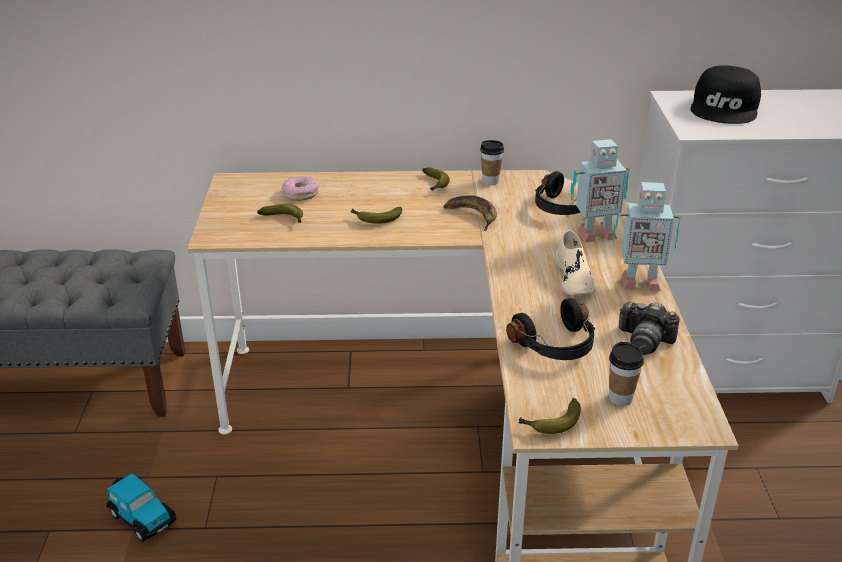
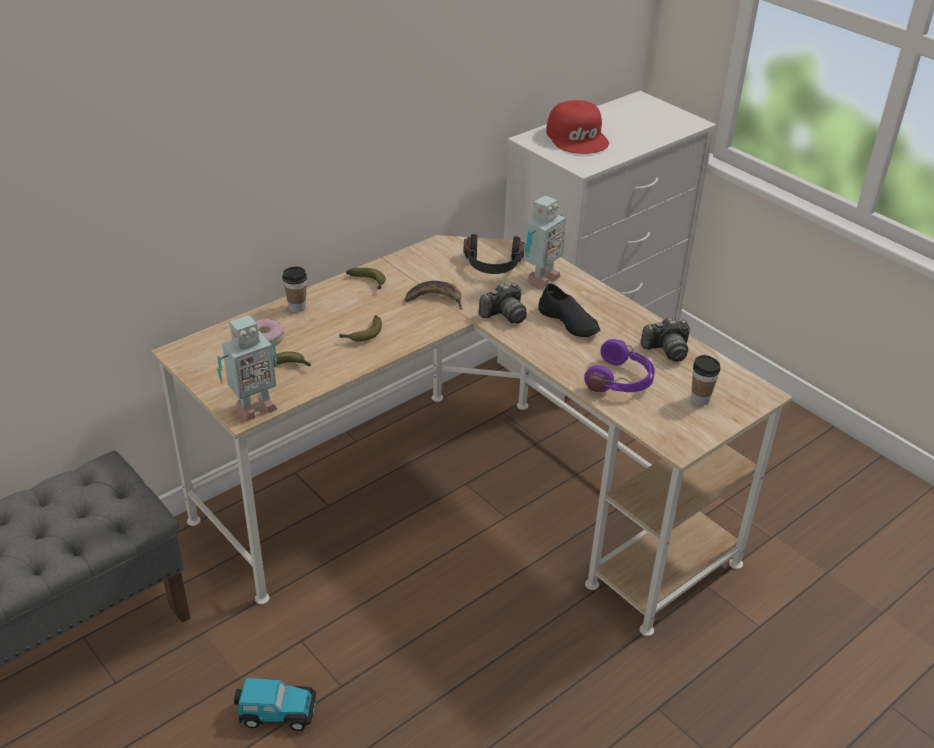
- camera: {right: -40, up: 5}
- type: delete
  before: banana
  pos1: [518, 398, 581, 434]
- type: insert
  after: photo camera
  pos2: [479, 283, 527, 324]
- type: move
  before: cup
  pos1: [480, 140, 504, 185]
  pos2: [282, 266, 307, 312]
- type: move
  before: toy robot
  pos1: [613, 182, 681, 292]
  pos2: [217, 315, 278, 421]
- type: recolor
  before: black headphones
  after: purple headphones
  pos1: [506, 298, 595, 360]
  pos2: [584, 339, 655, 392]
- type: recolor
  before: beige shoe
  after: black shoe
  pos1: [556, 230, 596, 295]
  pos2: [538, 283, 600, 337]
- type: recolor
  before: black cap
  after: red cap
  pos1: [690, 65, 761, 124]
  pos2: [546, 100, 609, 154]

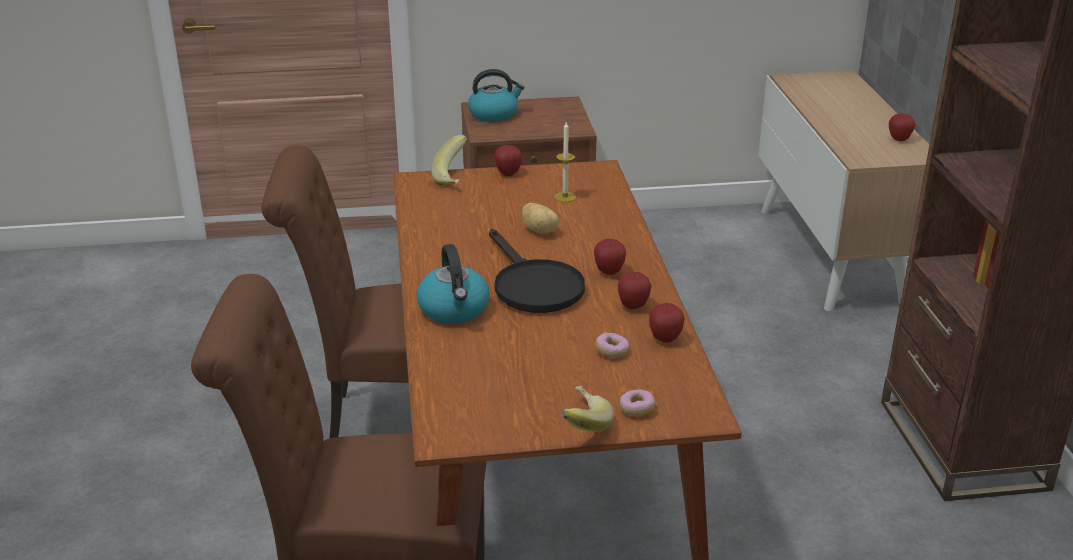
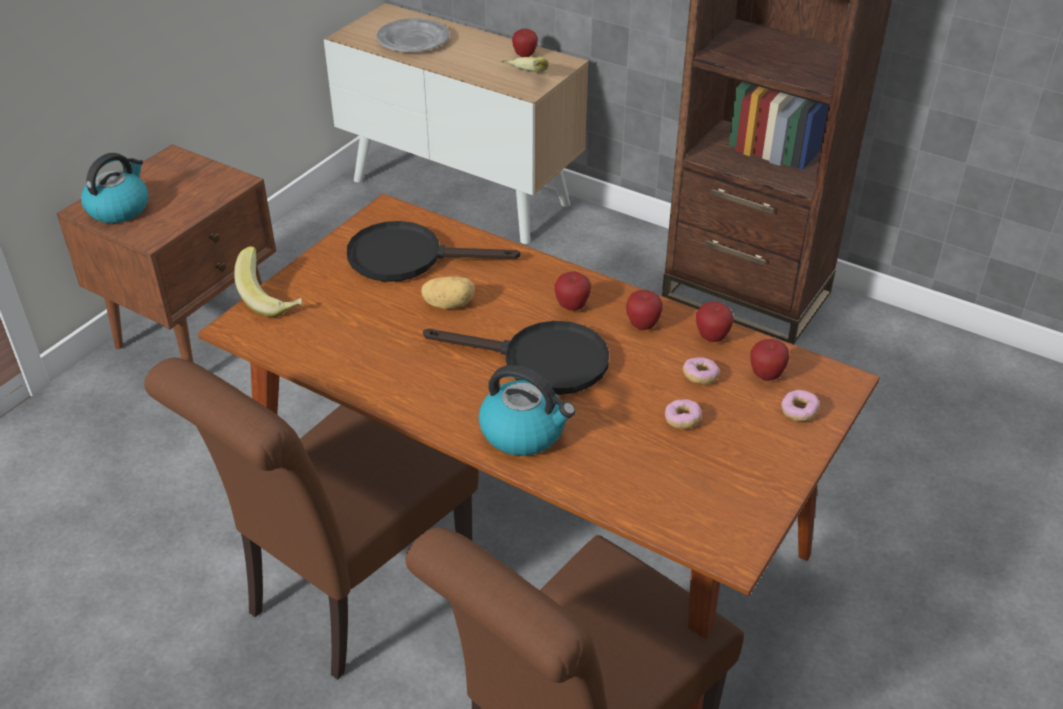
- camera: {right: -50, up: 10}
- type: insert
  after: grey plate
  pos2: [376, 18, 450, 52]
- type: insert
  after: donut
  pos2: [665, 399, 702, 429]
- type: move
  before: apple
  pos1: [494, 145, 522, 176]
  pos2: [750, 339, 790, 381]
- type: move
  before: banana
  pos1: [562, 386, 614, 432]
  pos2: [500, 57, 549, 72]
- type: replace
  before: candle
  after: black frying pan
  pos1: [554, 122, 576, 202]
  pos2: [347, 221, 520, 282]

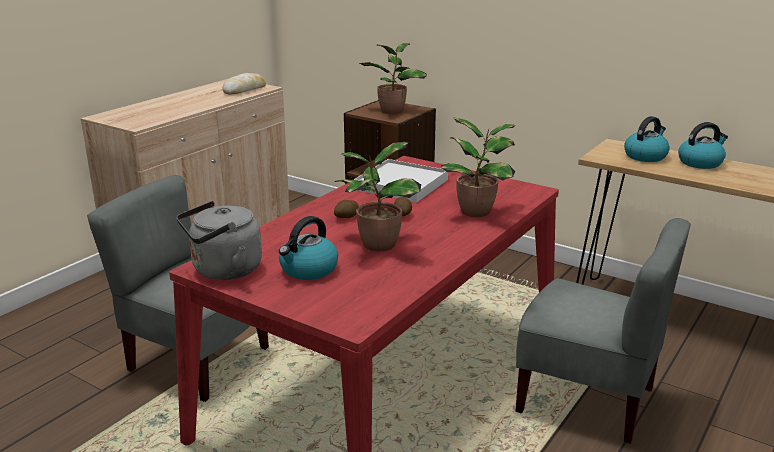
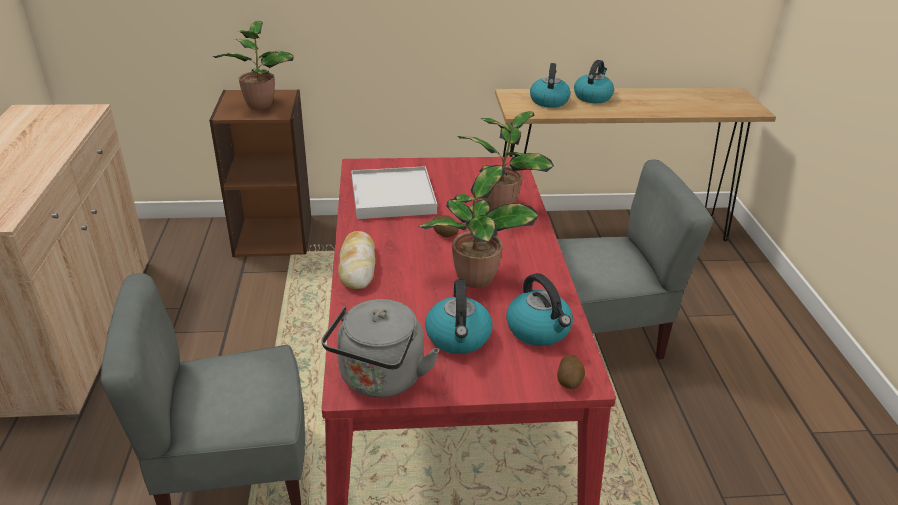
- camera: {right: -40, up: 10}
- type: insert
  after: kettle
  pos2: [506, 273, 573, 346]
- type: move
  before: bread
  pos1: [222, 73, 266, 94]
  pos2: [338, 231, 375, 290]
- type: move
  before: potato
  pos1: [334, 200, 359, 218]
  pos2: [557, 355, 585, 389]

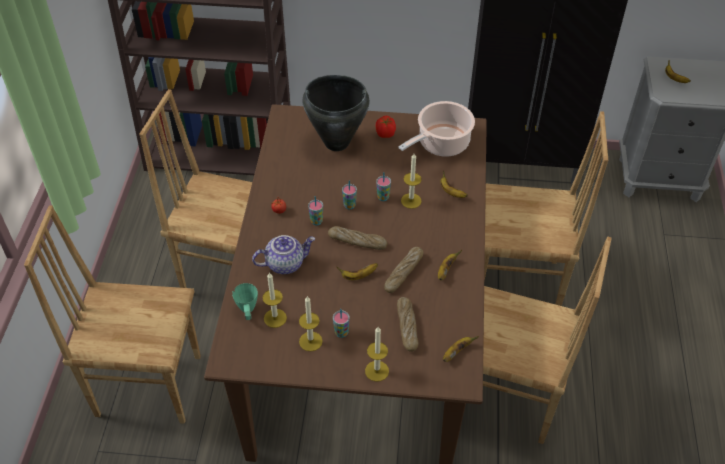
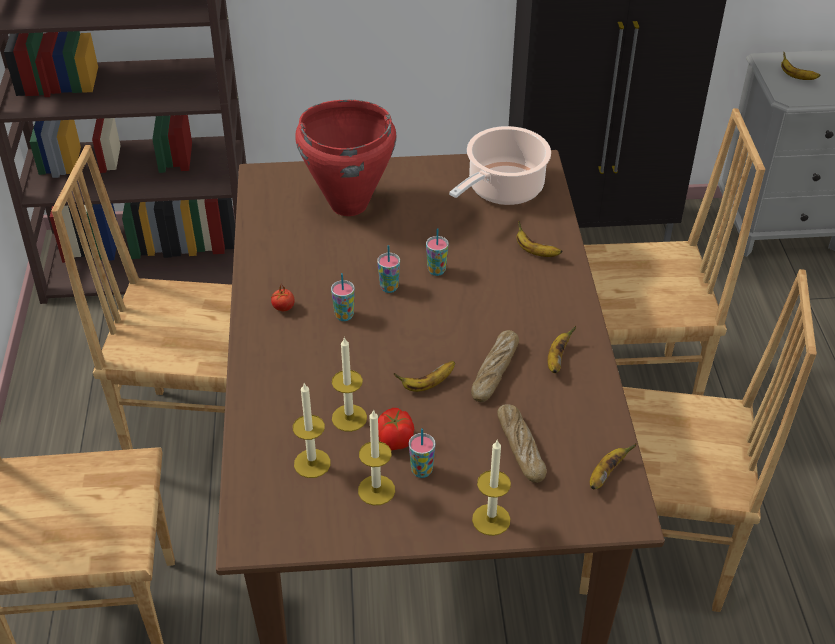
- camera: {right: -10, up: -5}
- type: delete
  before: green mug
  pos1: [232, 283, 258, 320]
- type: delete
  before: teapot
  pos1: [252, 235, 315, 274]
- type: delete
  before: bread
  pos1: [328, 226, 387, 250]
- type: move
  before: tomato
  pos1: [376, 116, 396, 138]
  pos2: [378, 408, 414, 450]
- type: move
  before: candle
  pos1: [401, 154, 422, 209]
  pos2: [332, 337, 367, 432]
- type: recolor
  before: black cooking pot
  after: red cooking pot
  pos1: [302, 75, 370, 151]
  pos2: [295, 100, 397, 216]

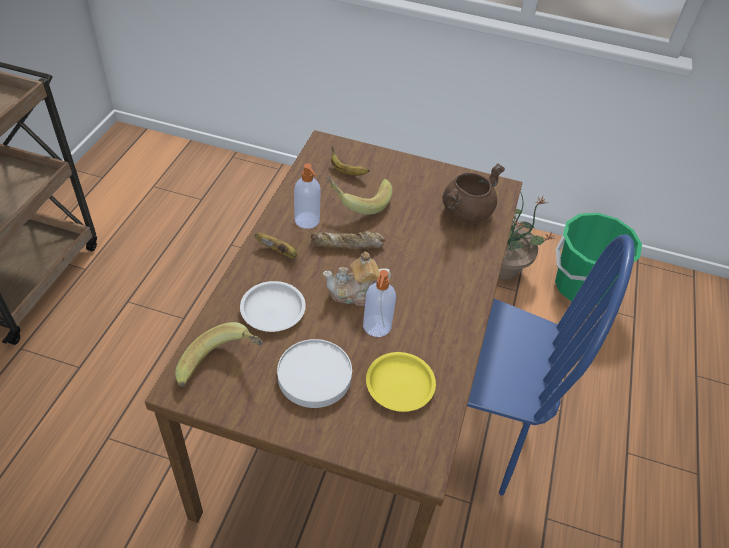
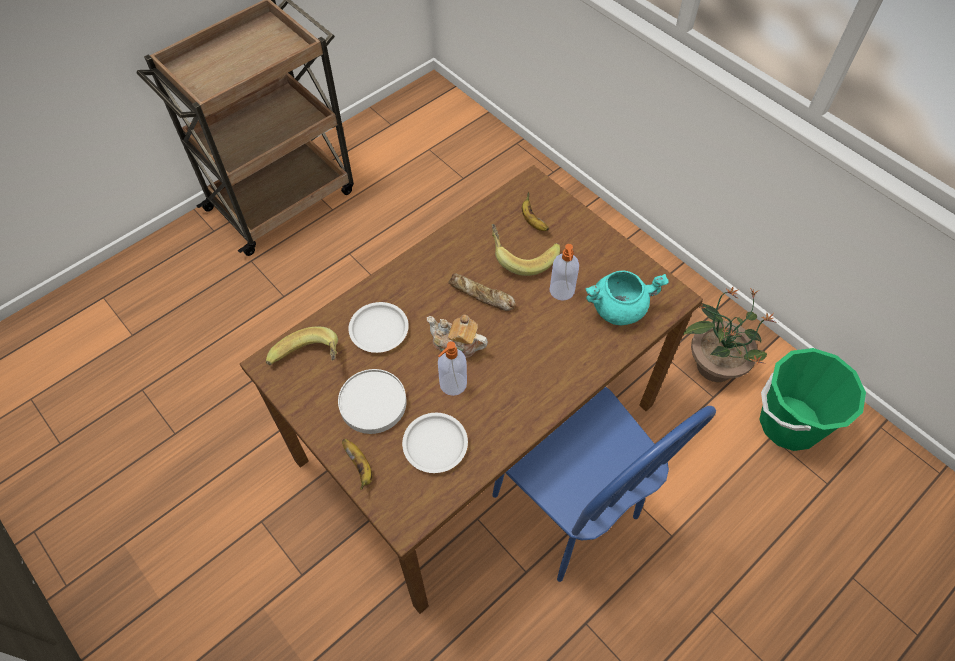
- camera: {right: 35, up: 10}
- type: move
  before: banana
  pos1: [255, 233, 297, 258]
  pos2: [342, 439, 373, 490]
- type: move
  before: soap dispenser
  pos1: [294, 163, 321, 229]
  pos2: [550, 244, 579, 301]
- type: recolor
  before: yellow plate
  after: white plate
  pos1: [366, 352, 436, 412]
  pos2: [402, 413, 468, 473]
- type: recolor
  before: brown cooking pot
  after: turquoise cooking pot
  pos1: [443, 164, 505, 223]
  pos2: [585, 271, 669, 325]

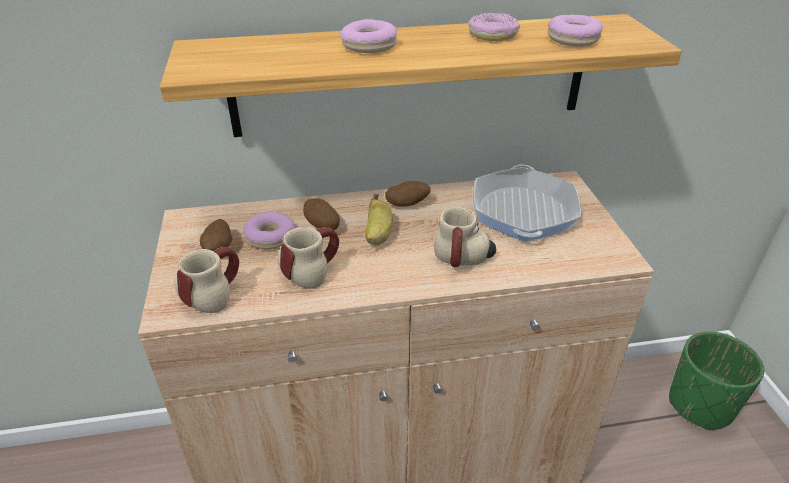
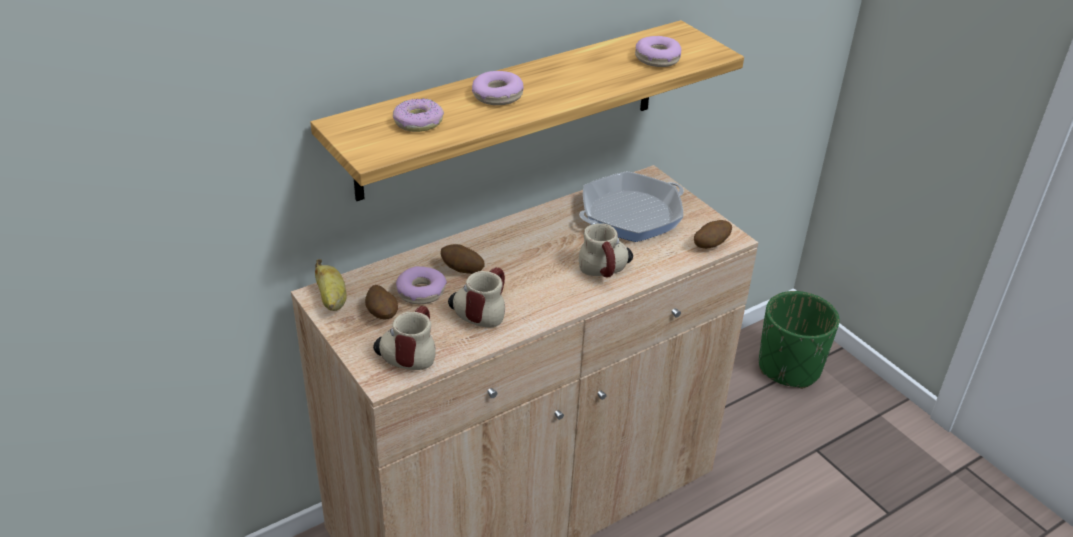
- camera: {right: -25, up: 0}
- type: move
  before: banana
  pos1: [365, 194, 393, 245]
  pos2: [315, 259, 347, 311]
- type: move
  before: potato
  pos1: [385, 181, 431, 207]
  pos2: [694, 220, 732, 249]
- type: move
  before: donut
  pos1: [468, 13, 520, 41]
  pos2: [393, 98, 444, 132]
- type: rotate
  before: frying pan
  pos1: [473, 164, 581, 241]
  pos2: [579, 171, 684, 242]
  turn: -105

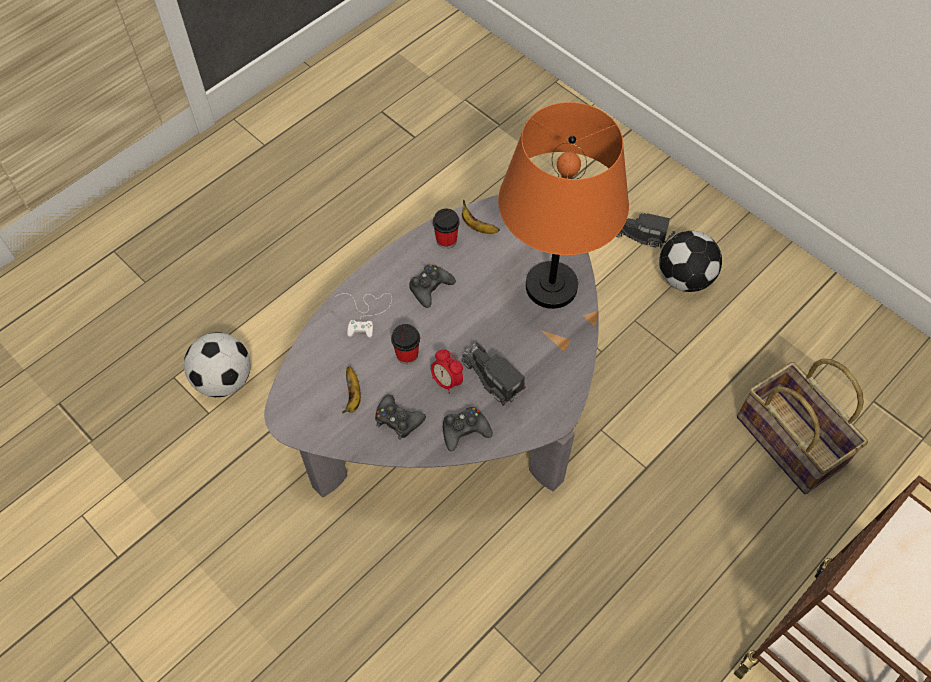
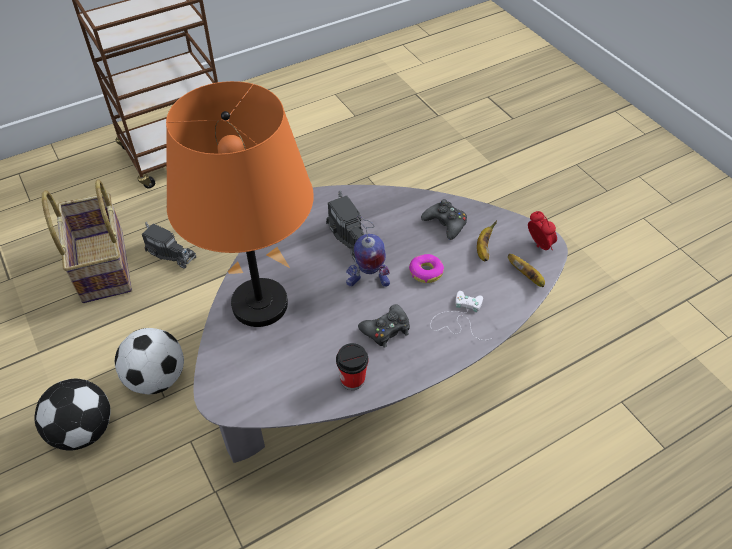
- camera: {right: -165, up: -10}
- type: delete
  before: black game controller
  pos1: [443, 407, 493, 451]
- type: insert
  after: toy robot
  pos2: [346, 216, 390, 287]
- type: move
  before: football
  pos1: [184, 332, 251, 397]
  pos2: [115, 328, 184, 394]
- type: move
  before: alarm clock
  pos1: [431, 350, 463, 394]
  pos2: [528, 211, 557, 250]
- type: move
  before: banana
  pos1: [462, 200, 500, 234]
  pos2: [508, 254, 545, 287]
- type: move
  before: toy truck
  pos1: [616, 213, 675, 248]
  pos2: [142, 222, 196, 269]
- type: replace
  before: cup
  after: donut
  pos1: [391, 324, 420, 364]
  pos2: [409, 254, 444, 283]

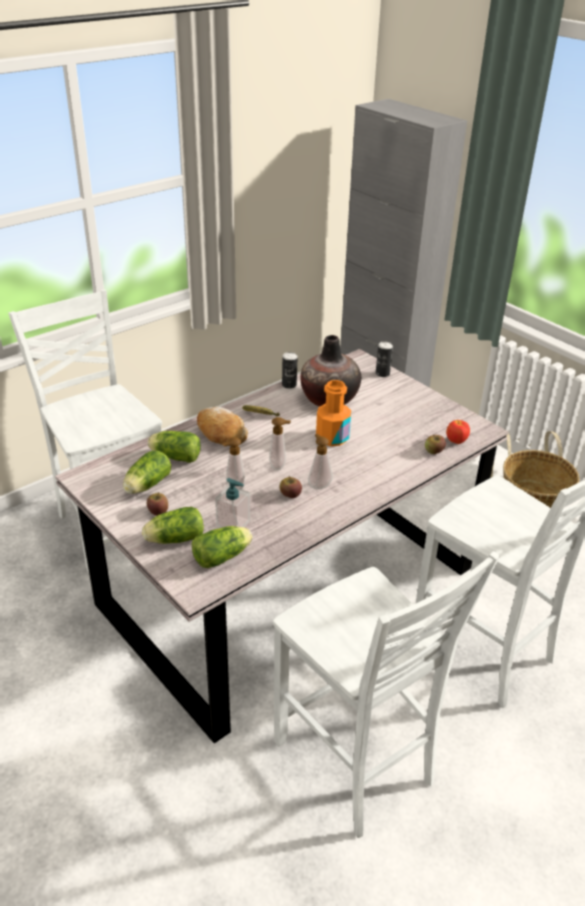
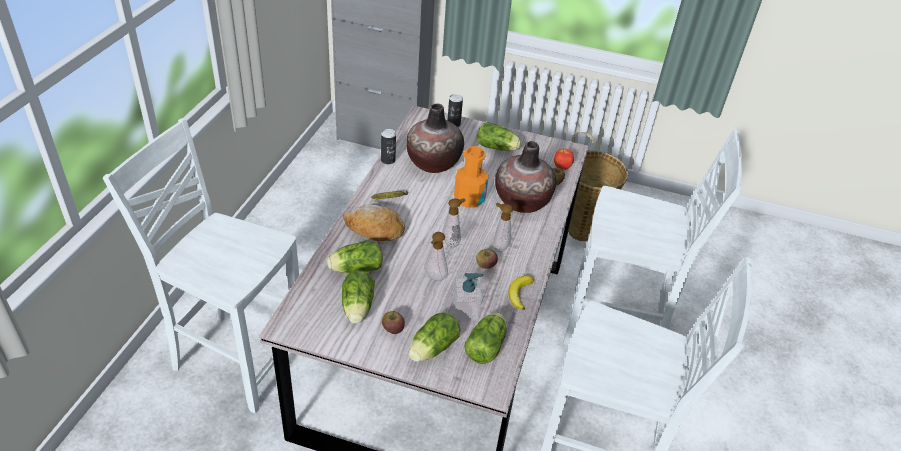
- camera: {right: -35, up: 5}
- type: insert
  after: lettuce
  pos2: [478, 122, 521, 151]
- type: insert
  after: vase
  pos2: [495, 141, 556, 213]
- type: insert
  after: banana
  pos2: [508, 276, 534, 310]

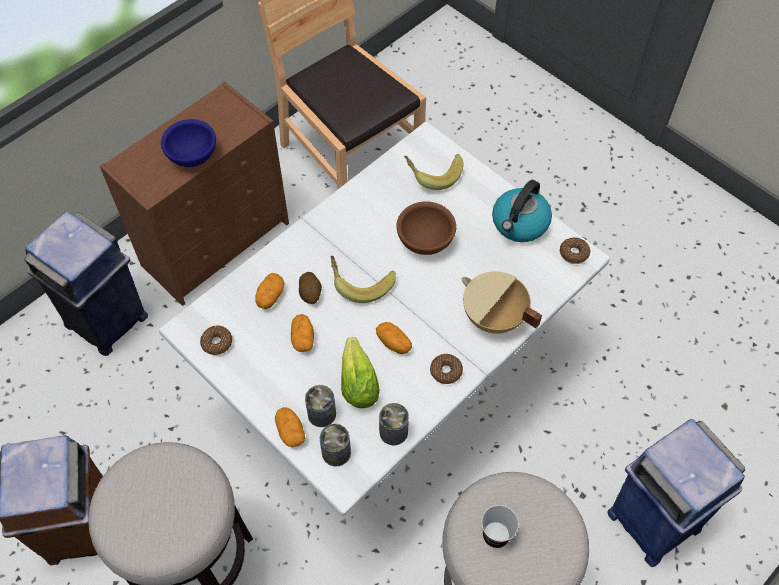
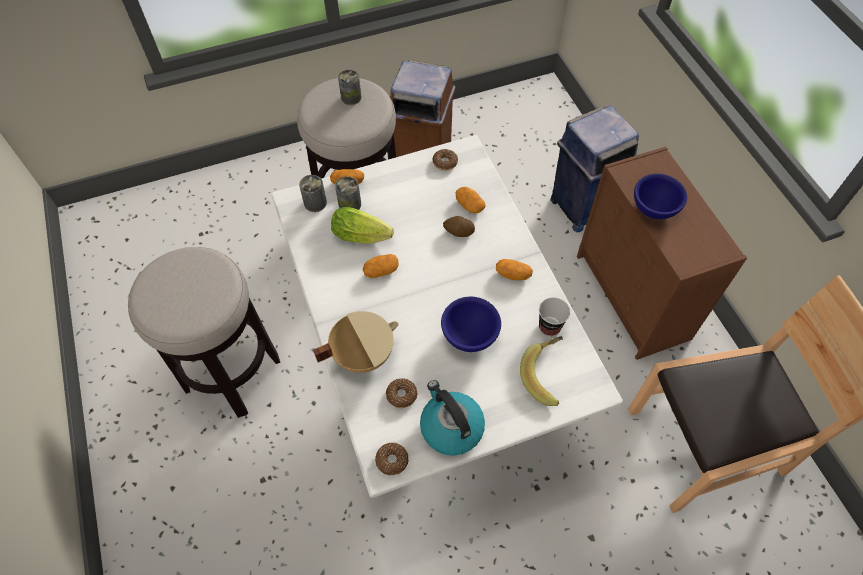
- camera: {right: 115, up: 0}
- type: delete
  before: banana
  pos1: [330, 256, 396, 303]
- type: delete
  before: blue trash can
  pos1: [608, 419, 745, 567]
- type: move
  before: potato
  pos1: [291, 314, 314, 352]
  pos2: [496, 259, 533, 280]
- type: move
  before: can
  pos1: [379, 403, 409, 445]
  pos2: [338, 70, 361, 105]
- type: move
  before: donut
  pos1: [430, 354, 463, 384]
  pos2: [386, 378, 418, 408]
- type: move
  before: cup
  pos1: [481, 505, 519, 548]
  pos2: [539, 297, 570, 336]
- type: recolor
  before: brown bowl
  after: blue bowl
  pos1: [396, 201, 456, 255]
  pos2: [441, 297, 501, 352]

